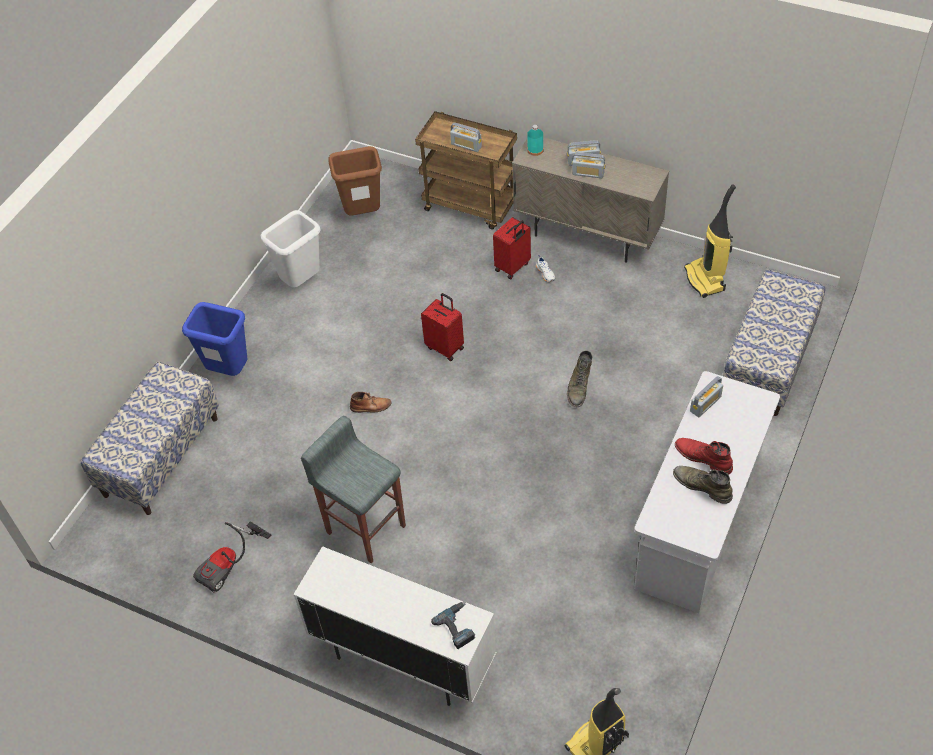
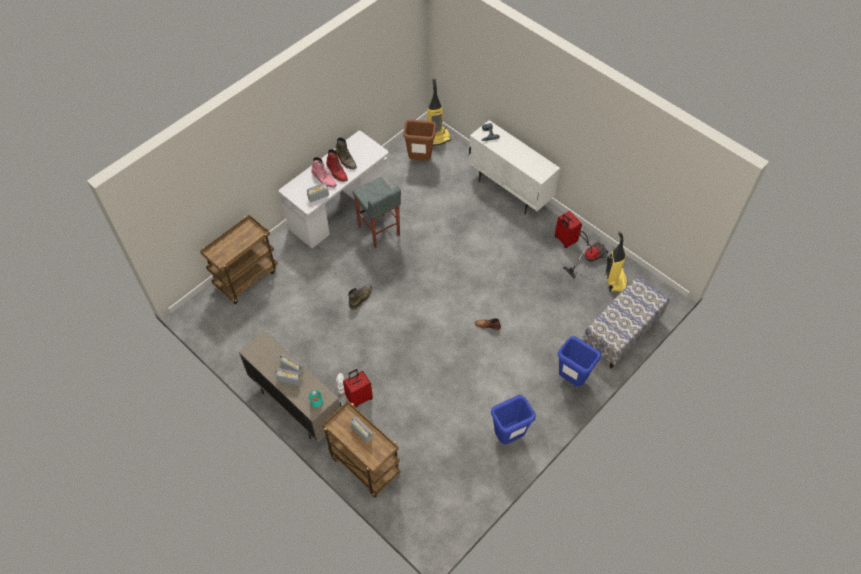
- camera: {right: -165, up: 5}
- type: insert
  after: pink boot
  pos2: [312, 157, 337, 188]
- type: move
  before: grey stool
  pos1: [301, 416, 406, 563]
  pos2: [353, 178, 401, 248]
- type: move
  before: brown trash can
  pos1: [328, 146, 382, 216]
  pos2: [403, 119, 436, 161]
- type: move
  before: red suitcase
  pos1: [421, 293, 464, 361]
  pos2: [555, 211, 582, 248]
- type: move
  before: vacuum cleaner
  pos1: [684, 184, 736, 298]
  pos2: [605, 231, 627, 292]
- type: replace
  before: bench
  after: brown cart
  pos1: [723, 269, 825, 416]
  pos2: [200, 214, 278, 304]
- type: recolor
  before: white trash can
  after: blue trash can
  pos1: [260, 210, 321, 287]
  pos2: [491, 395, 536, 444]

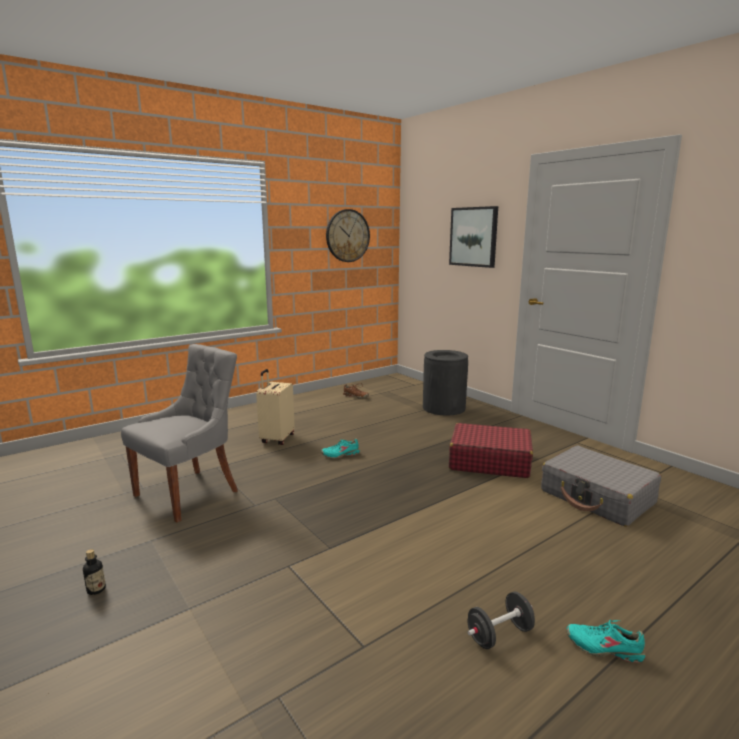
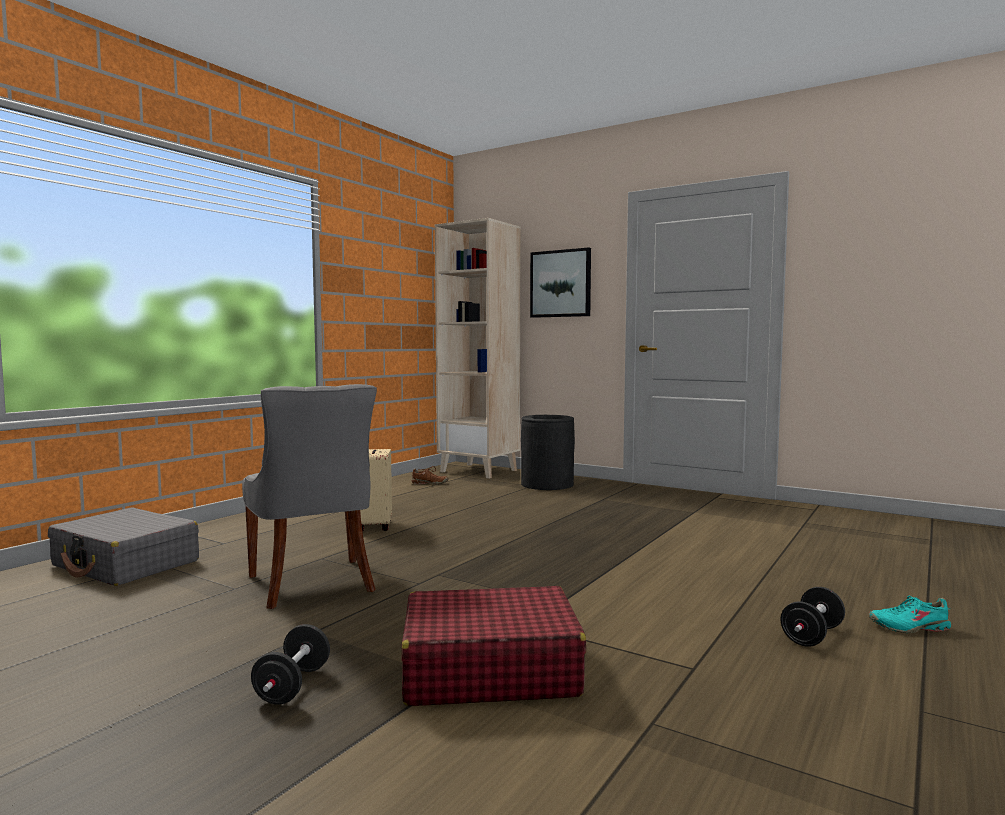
- camera: {right: -20, up: -10}
- type: delete
  before: turquoise shoe
  pos1: [321, 439, 360, 459]
- type: delete
  before: wall clock
  pos1: [326, 209, 370, 262]
- type: insert
  after: beige bookcase
  pos2: [435, 218, 520, 479]
- type: move
  before: red suitcase
  pos1: [449, 423, 533, 478]
  pos2: [402, 586, 586, 706]
- type: move
  before: grey suitcase
  pos1: [541, 446, 661, 527]
  pos2: [48, 507, 199, 586]
- type: replace
  before: bottle
  after: black dumbbell
  pos1: [83, 549, 106, 595]
  pos2: [251, 624, 330, 705]
- type: rotate
  before: grey chair
  pos1: [121, 344, 238, 523]
  pos2: [242, 384, 377, 609]
  turn: 135

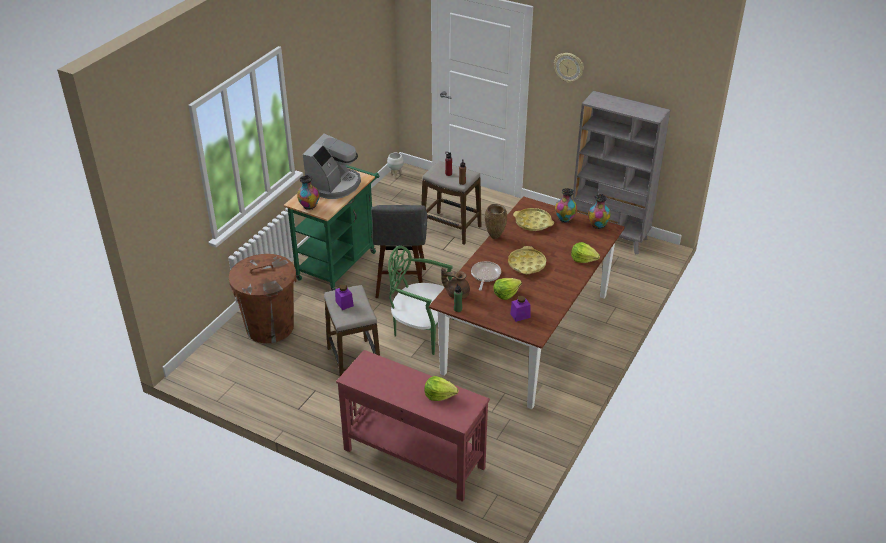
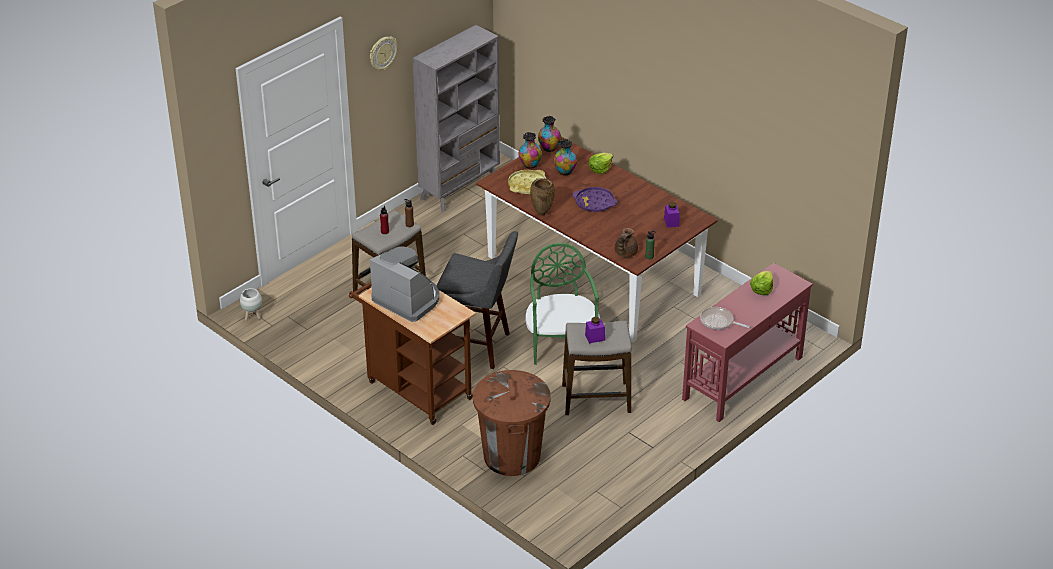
- camera: {right: -75, up: 0}
- type: delete
  before: lettuce
  pos1: [493, 278, 522, 300]
- type: move
  before: vase
  pos1: [297, 175, 319, 210]
  pos2: [554, 139, 577, 175]
- type: move
  before: frying pan
  pos1: [471, 261, 501, 290]
  pos2: [700, 307, 749, 330]
- type: recolor
  before: green cart
  after: brown cart
  pos1: [284, 165, 379, 291]
  pos2: [349, 282, 476, 425]
- type: recolor
  before: yellow tray
  after: purple tray
  pos1: [508, 246, 546, 274]
  pos2: [573, 187, 618, 212]
- type: rotate
  before: green chair
  pos1: [388, 245, 455, 355]
  pos2: [525, 243, 600, 365]
  turn: 135

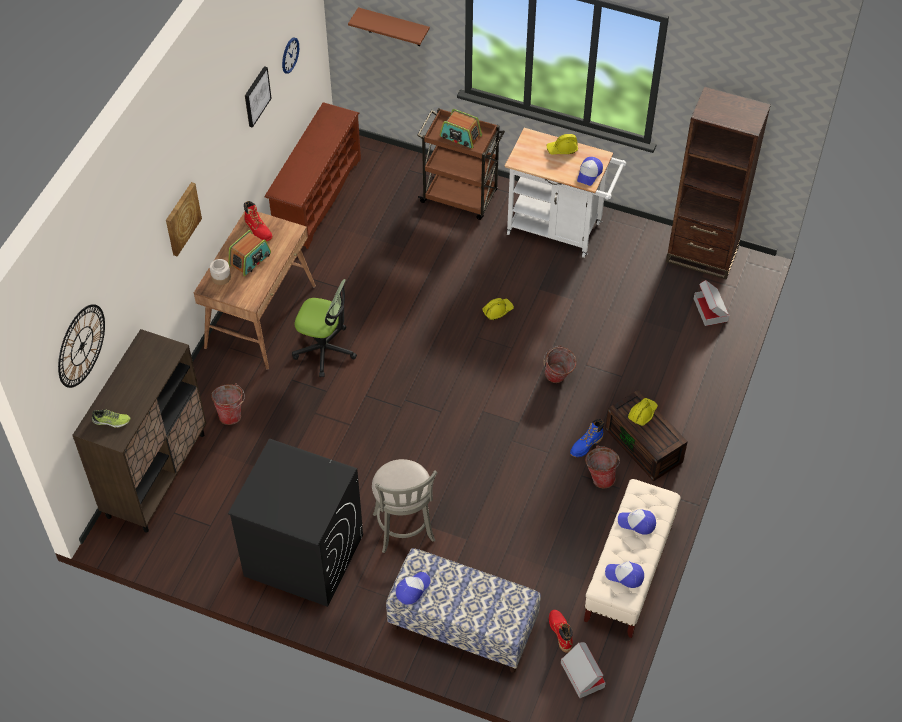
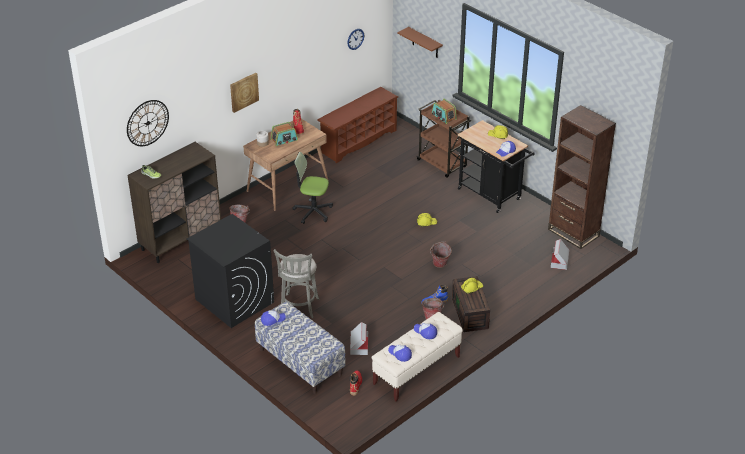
- camera: {right: 25, up: -15}
- type: delete
  before: picture
  pos1: [245, 66, 272, 128]
- type: move
  before: cardboard box
  pos1: [561, 642, 605, 698]
  pos2: [350, 322, 368, 355]
- type: recolor
  before: white cart
  after: black cart
  pos1: [505, 128, 626, 258]
  pos2: [458, 120, 534, 213]
- type: rotate
  before: office chair
  pos1: [292, 279, 357, 377]
  pos2: [292, 152, 333, 224]
  turn: 150

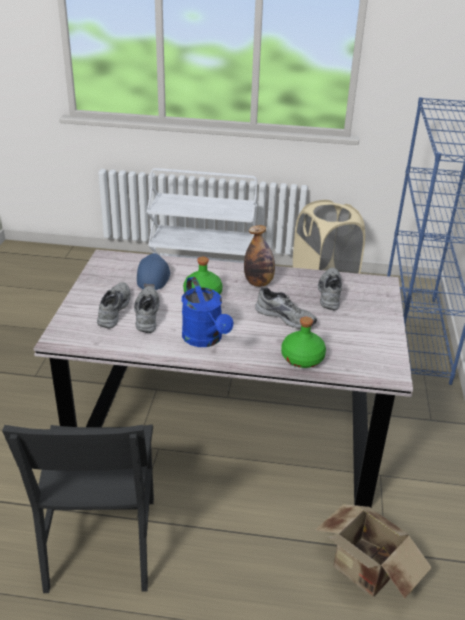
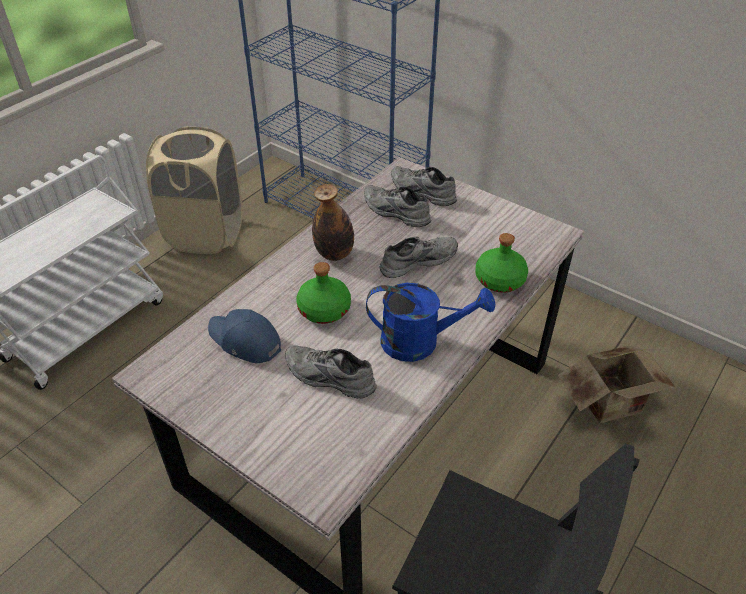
- camera: {right: -60, up: 10}
- type: move
  before: grey shoe
  pos1: [97, 282, 131, 328]
  pos2: [391, 166, 457, 206]

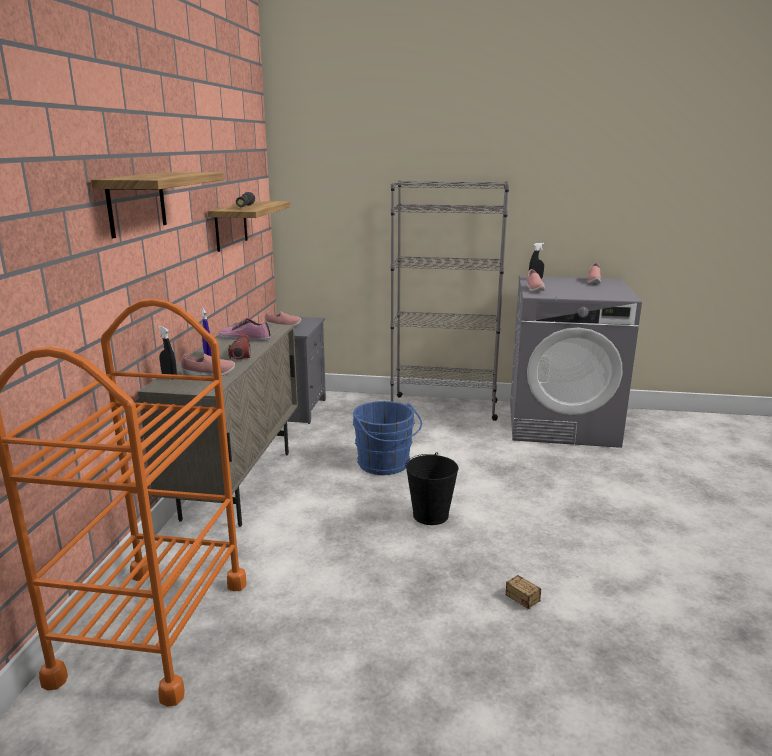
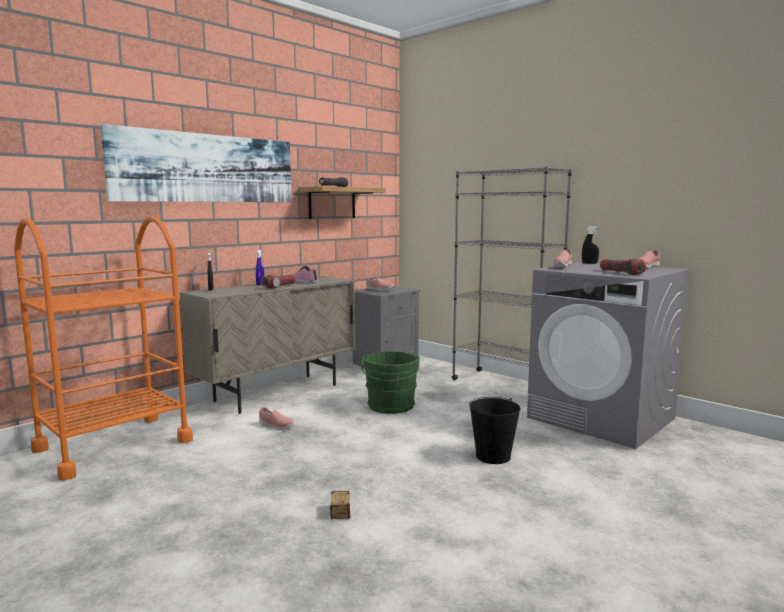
- camera: {right: 35, up: -10}
- type: insert
  after: flashlight
  pos2: [600, 259, 646, 275]
- type: move
  before: pink shoe
  pos1: [181, 354, 235, 377]
  pos2: [259, 407, 294, 430]
- type: move
  before: black bucket
  pos1: [405, 452, 459, 525]
  pos2: [469, 397, 521, 464]
- type: replace
  before: shelf
  after: picture
  pos1: [91, 172, 224, 238]
  pos2: [101, 124, 292, 202]
- type: recolor
  before: blue bucket
  after: green bucket
  pos1: [353, 401, 422, 475]
  pos2: [361, 351, 420, 414]

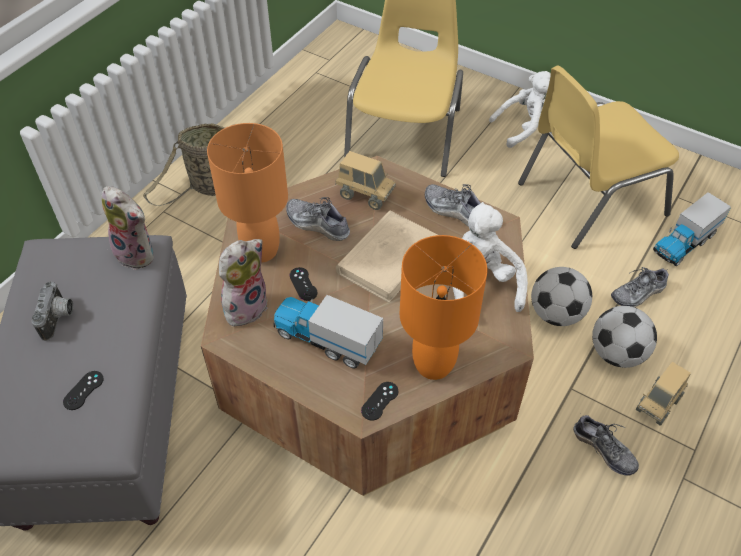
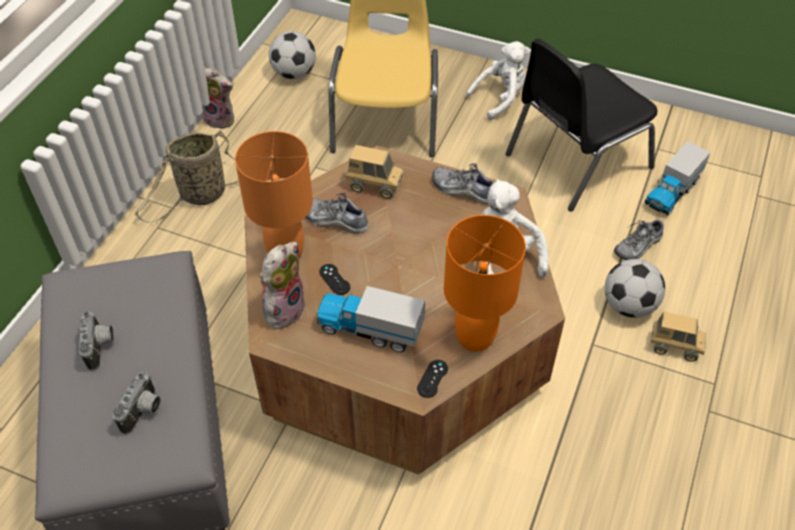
- camera: {right: -10, up: 0}
- type: delete
  before: beige book
  pos1: [336, 211, 437, 303]
- type: delete
  before: shoe
  pos1: [573, 414, 639, 475]
- type: move
  before: plush toy
  pos1: [102, 186, 154, 270]
  pos2: [202, 67, 234, 129]
- type: move
  before: football
  pos1: [531, 267, 592, 326]
  pos2: [269, 31, 316, 79]
- type: replace
  before: black game controller
  after: photo camera
  pos1: [63, 371, 103, 410]
  pos2: [113, 372, 161, 434]
- type: recolor
  before: yellow chair
  after: black chair
  pos1: [518, 65, 679, 249]
  pos2: [506, 39, 657, 212]
- type: rotate
  before: toy truck
  pos1: [636, 362, 691, 426]
  pos2: [651, 311, 707, 362]
  turn: -105

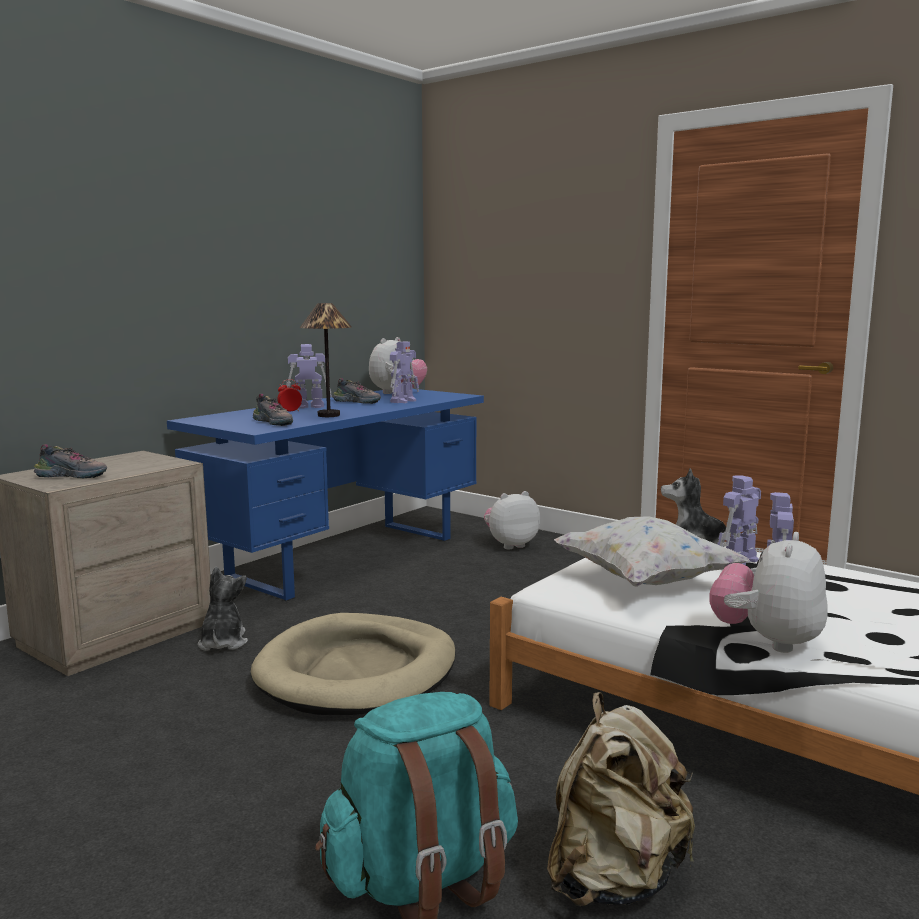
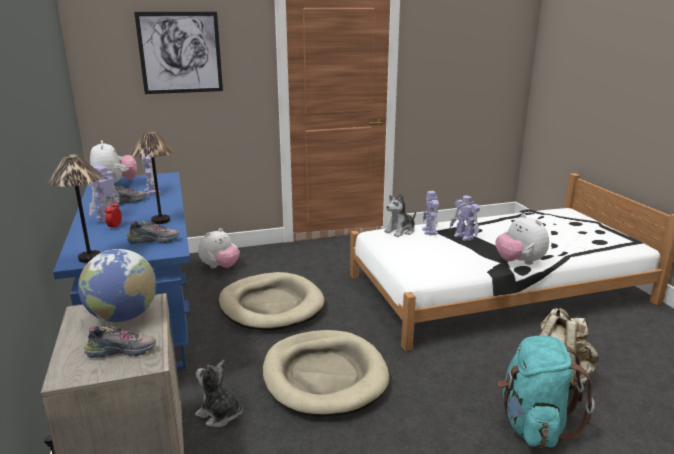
- camera: {right: -55, up: 10}
- type: delete
  before: white pillow
  pos1: [554, 516, 750, 587]
- type: insert
  after: table lamp
  pos2: [47, 154, 103, 263]
- type: insert
  after: globe
  pos2: [78, 249, 156, 322]
- type: insert
  after: picture
  pos2: [134, 12, 223, 94]
- type: insert
  after: beige dog bed
  pos2: [219, 272, 324, 331]
- type: rotate
  before: shoe
  pos1: [34, 444, 107, 478]
  pos2: [84, 326, 156, 358]
  turn: 45
- type: rotate
  before: plush toy
  pos1: [484, 491, 540, 550]
  pos2: [198, 228, 240, 268]
  turn: -150

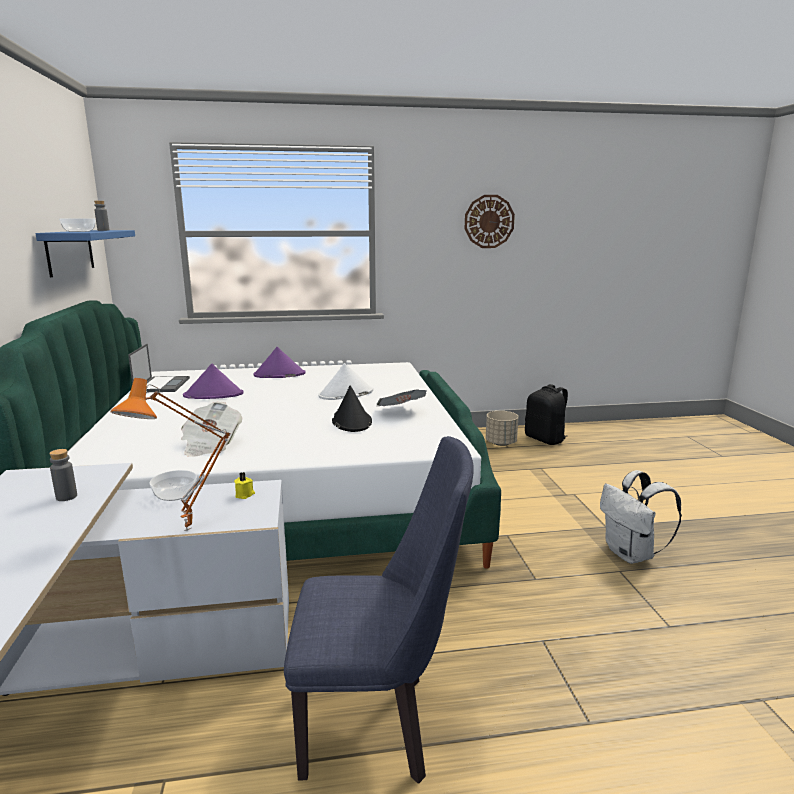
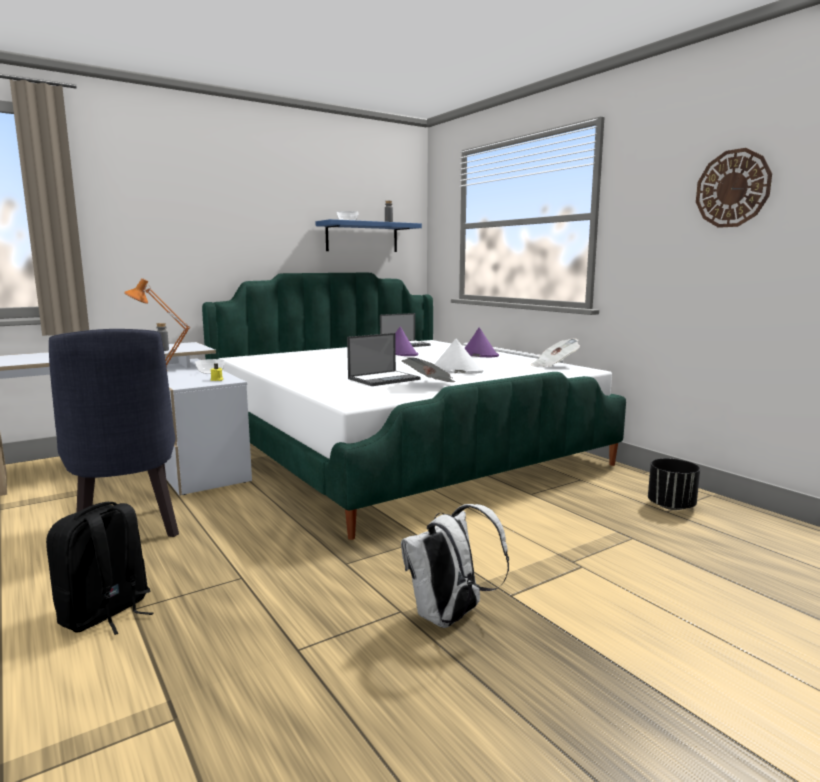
- camera: {right: 65, up: -5}
- type: move
  before: newspaper
  pos1: [181, 402, 242, 457]
  pos2: [530, 338, 580, 367]
- type: move
  before: black backpack
  pos1: [525, 384, 568, 445]
  pos2: [46, 502, 154, 635]
- type: replace
  before: black hat
  after: laptop
  pos1: [332, 386, 372, 432]
  pos2: [347, 333, 421, 386]
- type: recolor
  before: beige planter
  after: black planter
  pos1: [486, 411, 518, 446]
  pos2: [648, 458, 700, 510]

